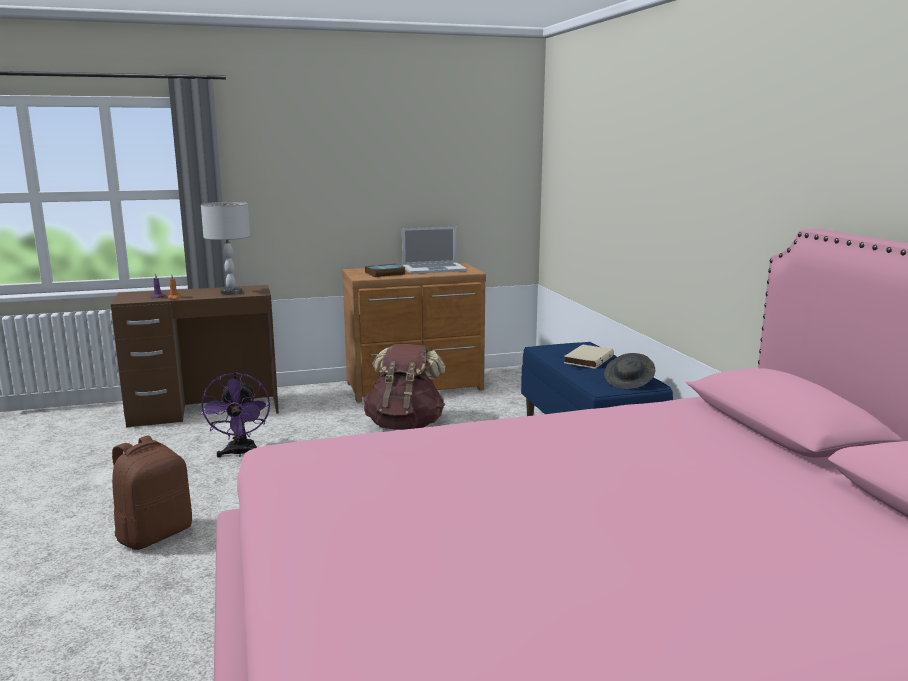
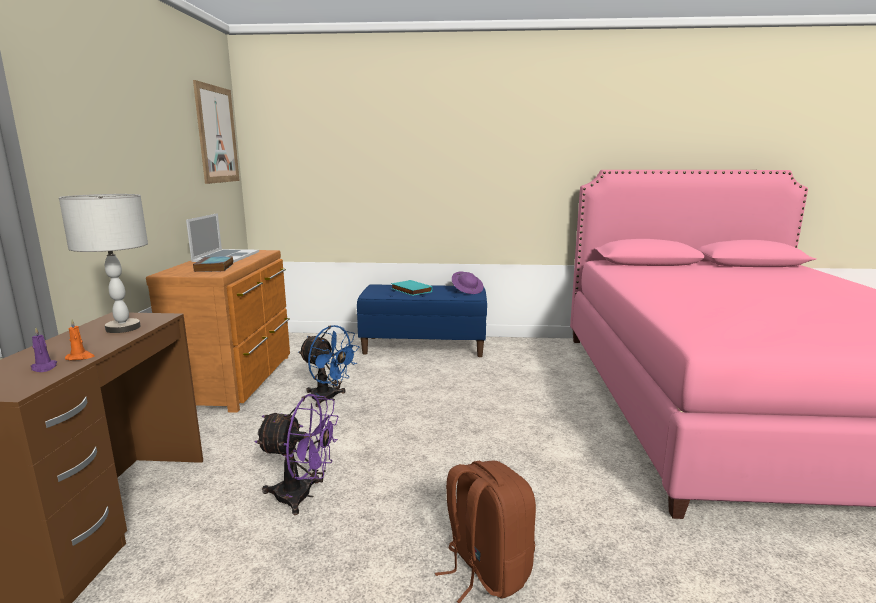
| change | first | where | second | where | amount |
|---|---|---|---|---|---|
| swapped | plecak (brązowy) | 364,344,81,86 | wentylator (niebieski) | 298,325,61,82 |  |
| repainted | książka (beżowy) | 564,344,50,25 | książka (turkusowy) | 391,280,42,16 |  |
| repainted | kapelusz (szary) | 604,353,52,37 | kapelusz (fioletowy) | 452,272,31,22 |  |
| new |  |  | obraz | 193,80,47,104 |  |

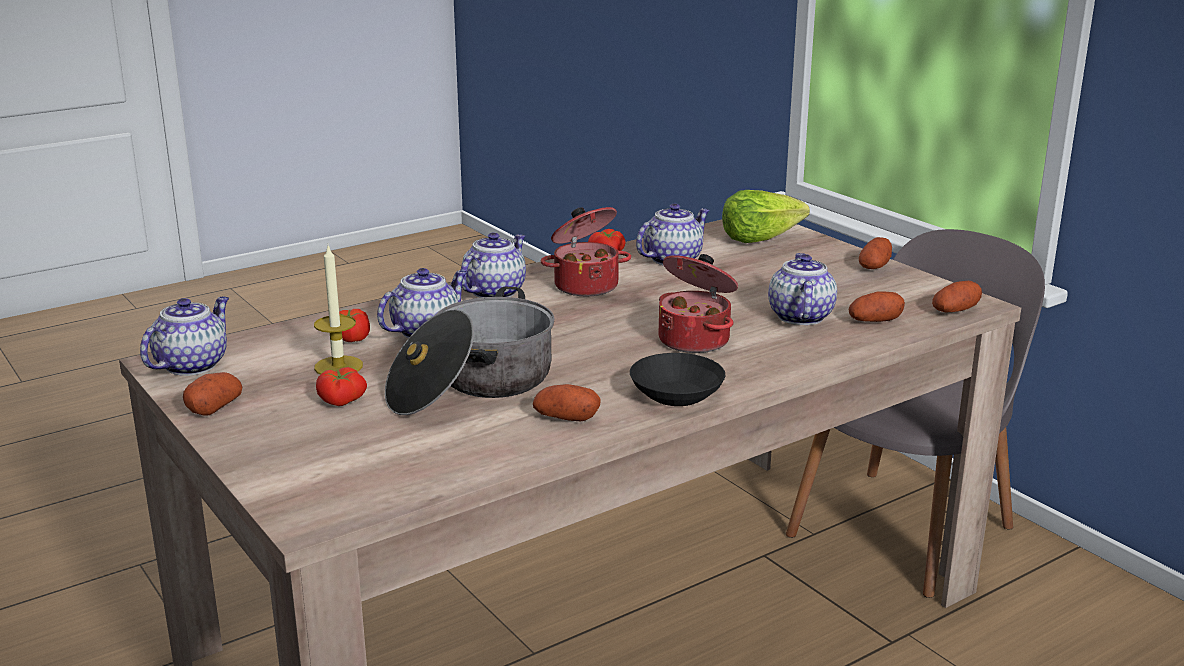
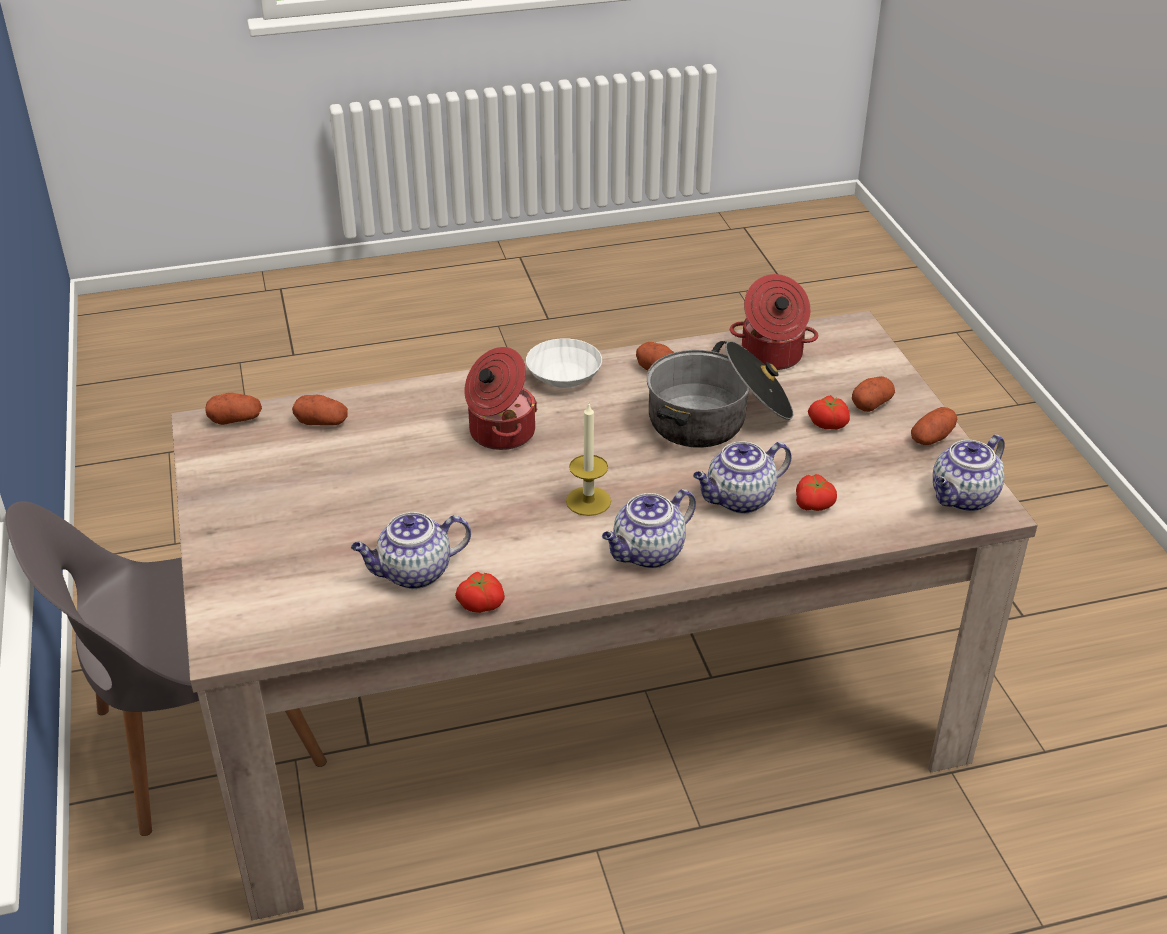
| change | first | where | second | where | amount |
|---|---|---|---|---|---|
| gone | sałata | 722,190,88,53 |  |  |  |
| shifted | garnek | 541,207,90,89 |  | 730,274,88,96 |  |
| shifted | ziemniak | 859,237,33,32 |  | 852,376,43,36 |  |
| shifted | świeca | 314,246,49,129 |  | 566,404,45,112 |  |
| gone | imbryk | 768,253,69,72 |  |  |  |
| repainted | miska (czarny) | 630,353,96,53 | miska (biały) | 526,338,76,50 |  |

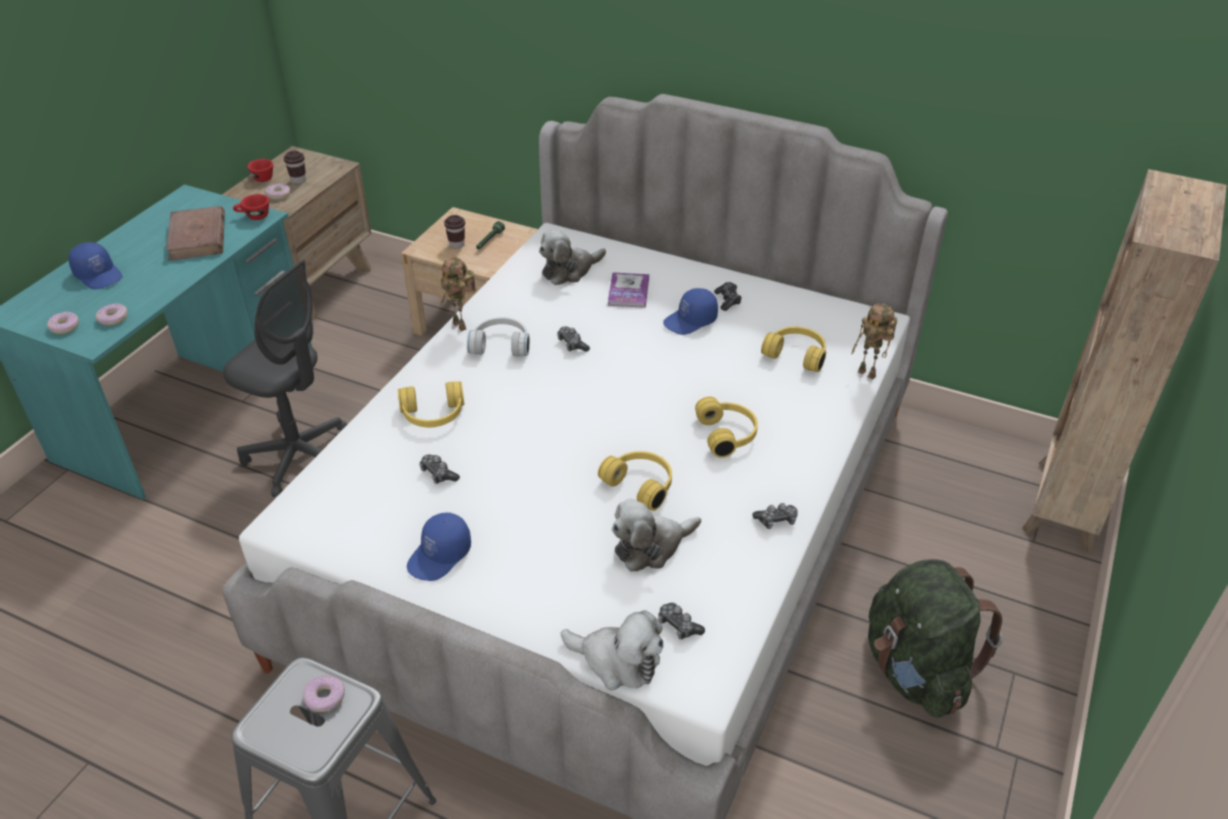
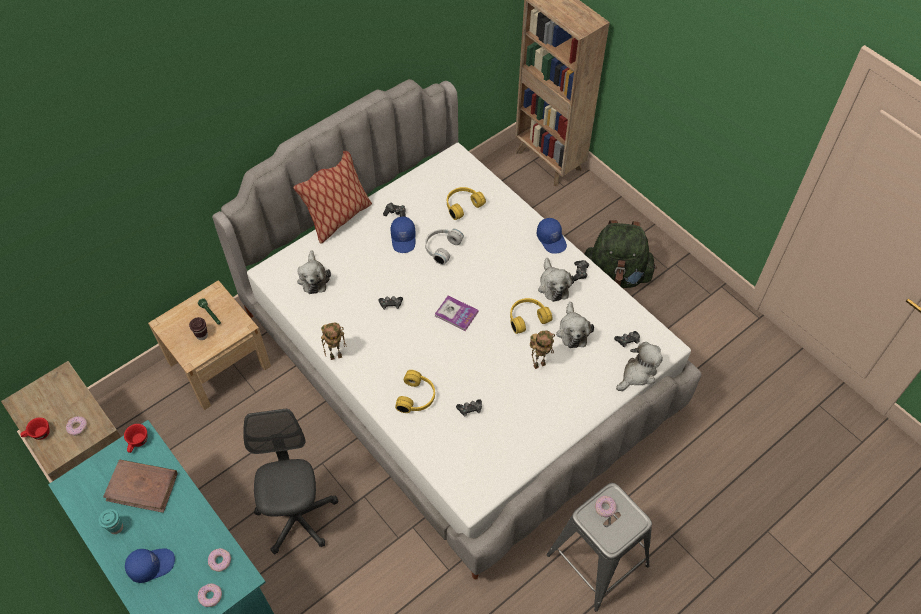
| change | first | where | second | where | amount |
|---|---|---|---|---|---|
| gone | filiżanka (brązowy) | 283,151,23,33 |  |  |  |
| rotated | krzesło biurowe (szary) | 223,260,125,237 |  | 243,409,95,145 | 60 degrees counterclockwise |
| shifted | książka | 608,272,41,36 |  | 435,296,44,35 |  |
| shifted | robot zabawkowy | 852,303,46,77 |  | 530,330,25,39 |  |
| shifted | słuchawki (biały) | 467,317,63,39 |  | 425,229,39,36 |  |
| gone | słuchawki (żółty) | 695,396,63,62 |  |  |  |
| shifted | czapka z daszkiem (niebieski) | 407,512,64,69 |  | 537,218,30,36 |  |
| new |  |  | poduszka | 293,151,79,93 |  |
| new |  |  | pluszak | 538,258,36,44 |  |
| new |  |  | filiżanka (turkusowy) | 99,509,24,25 |  |

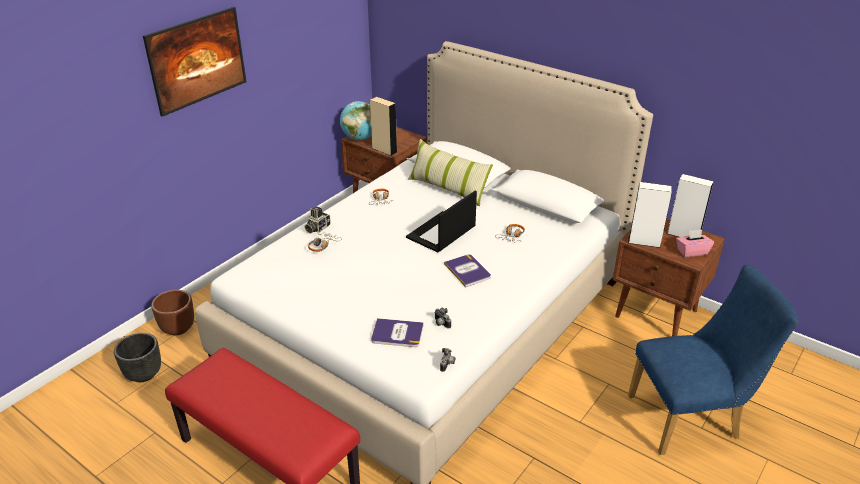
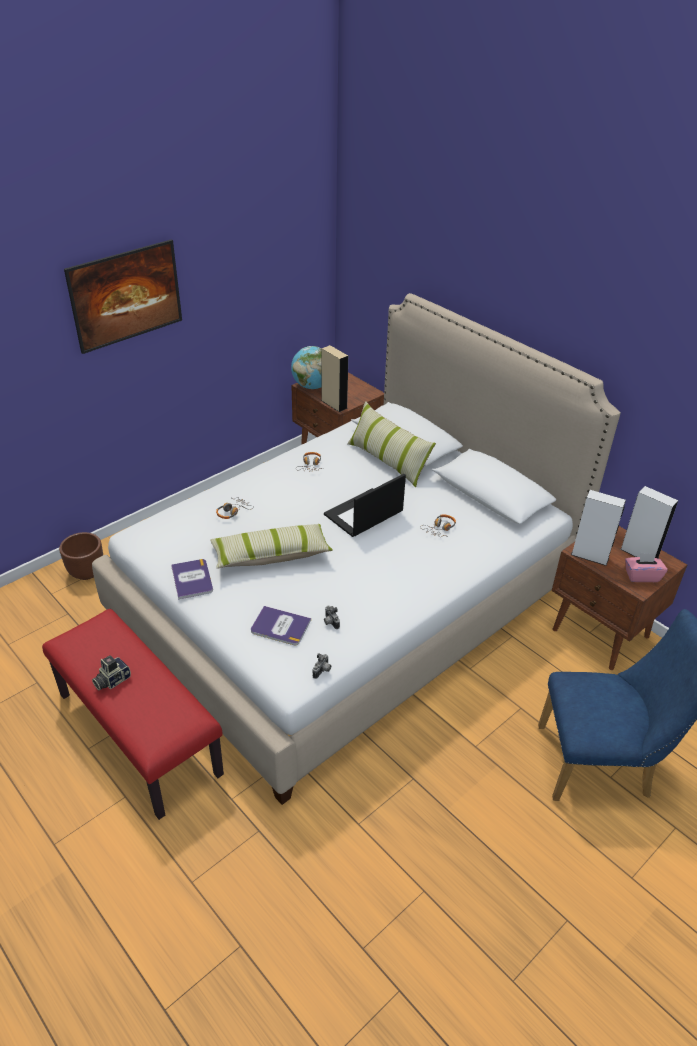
| change | first | where | second | where | amount |
|---|---|---|---|---|---|
| shifted | aparat fotograficzny | 304,206,27,28 |  | 92,655,39,36 |  |
| shifted | książka | 444,254,47,33 |  | 171,559,42,40 |  |
| gone | donica (czarny) | 114,333,47,49 |  |  |  |
| new |  |  | poduszka | 210,524,123,45 |  |

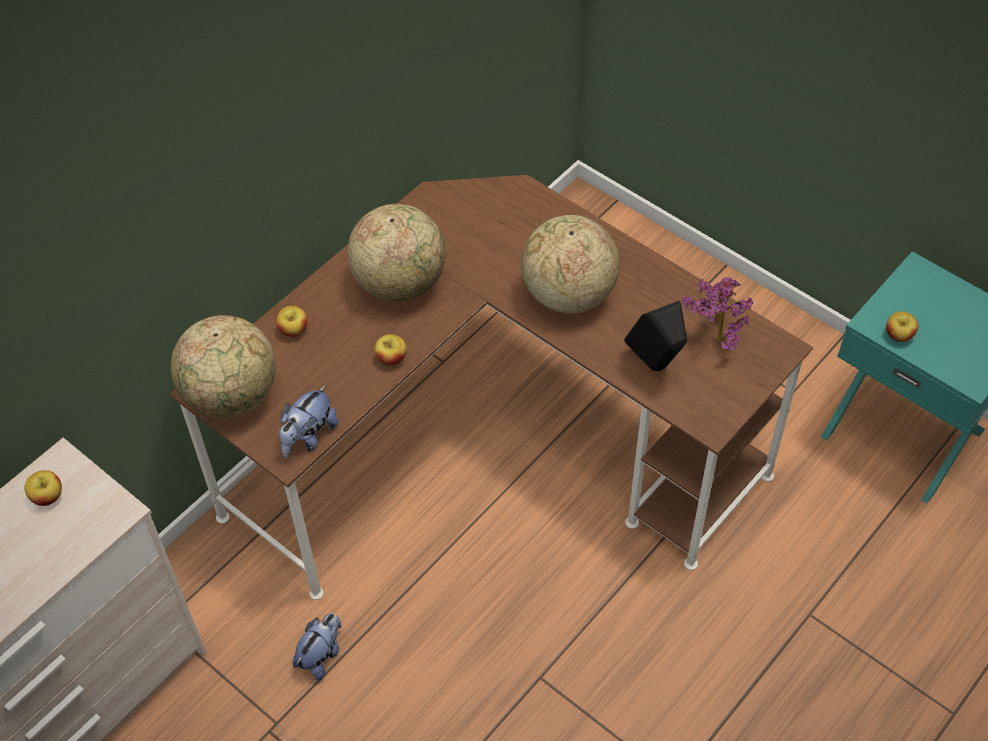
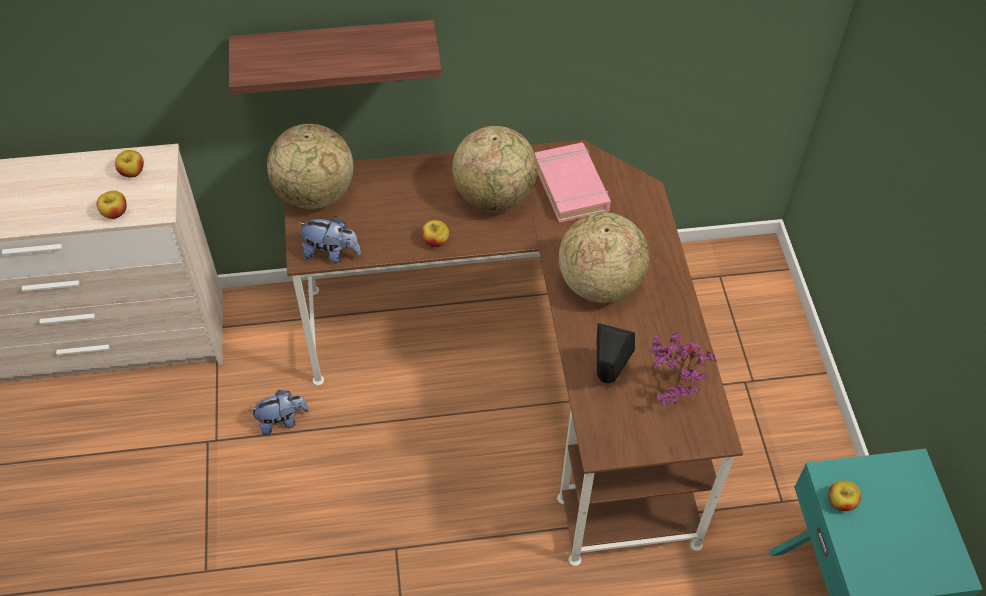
| change | first | where | second | where | amount |
|---|---|---|---|---|---|
| shifted | jabłko | 276,306,32,31 |  | 96,191,31,28 |  |
| rotated | pluszak | 279,385,59,73 |  | 298,216,63,47 | 150 degrees counterclockwise |
| new |  |  | półka | 229,20,213,75 |  |
| new |  |  | książka (różowy) | 535,143,76,80 |  |

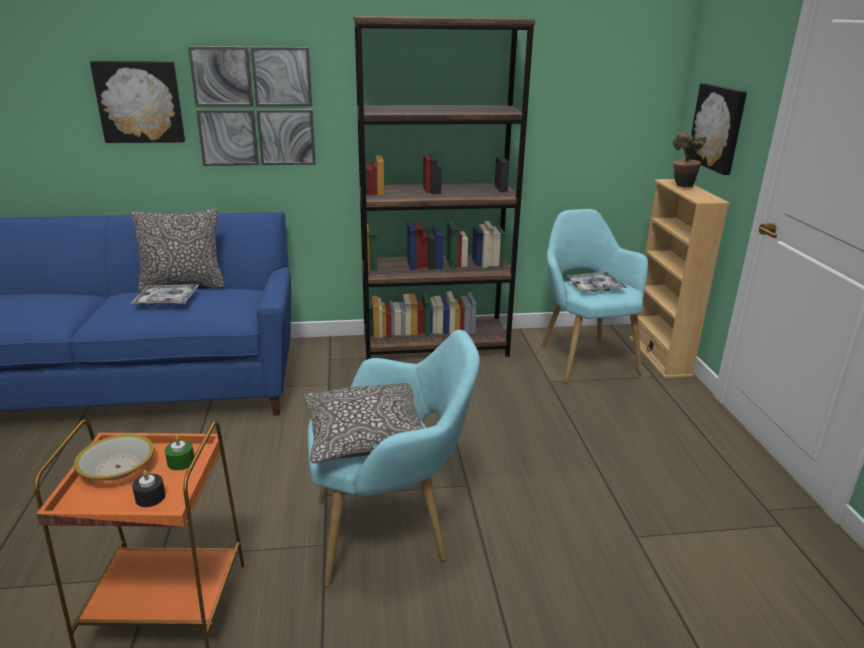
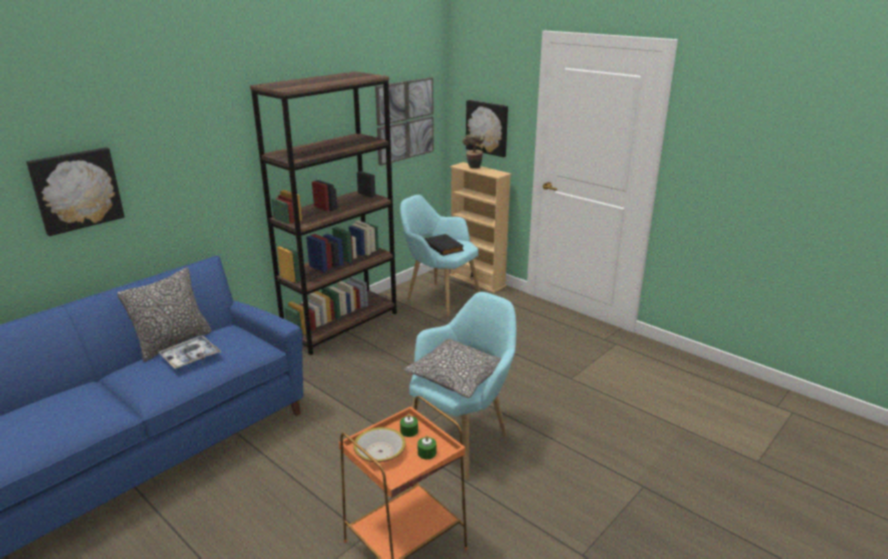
| change | first | where | second | where | amount |
|---|---|---|---|---|---|
| shifted | obraz | 188,46,128,120 |  | 375,77,59,89 |  |
| swapped | taca | 567,272,60,20 | książka (czarny) | 425,234,39,22 |  |
| repainted | świeca (czarny) | 132,470,33,37 | świeca (zielony) | 417,435,19,24 |  |

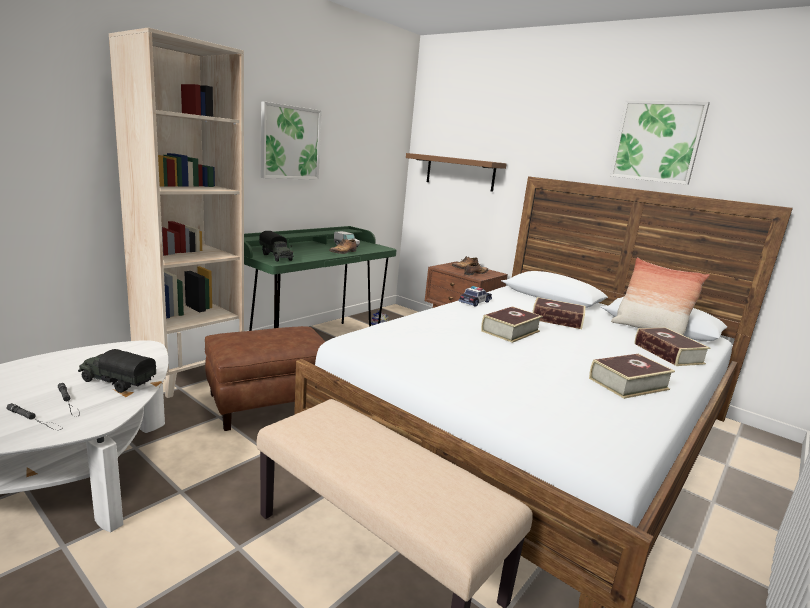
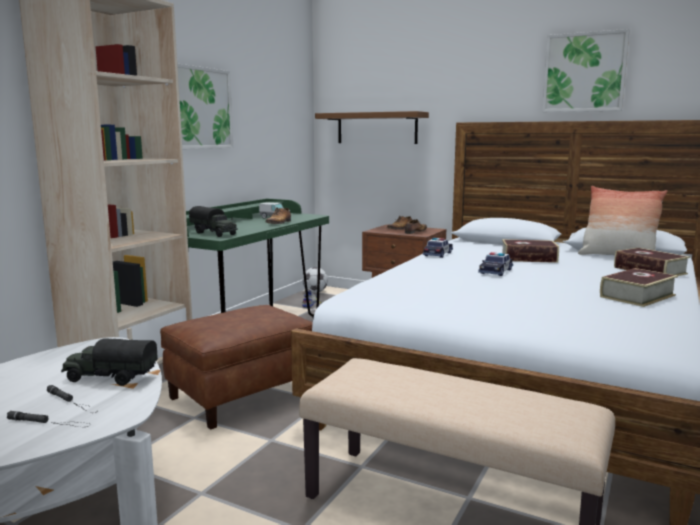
| change | first | where | second | where | amount |
|---|---|---|---|---|---|
| swapped | książka | 481,307,62,36 | samochodzik | 478,252,35,24 |  |
| new |  |  | piłka futbolowa | 302,267,26,26 |  |

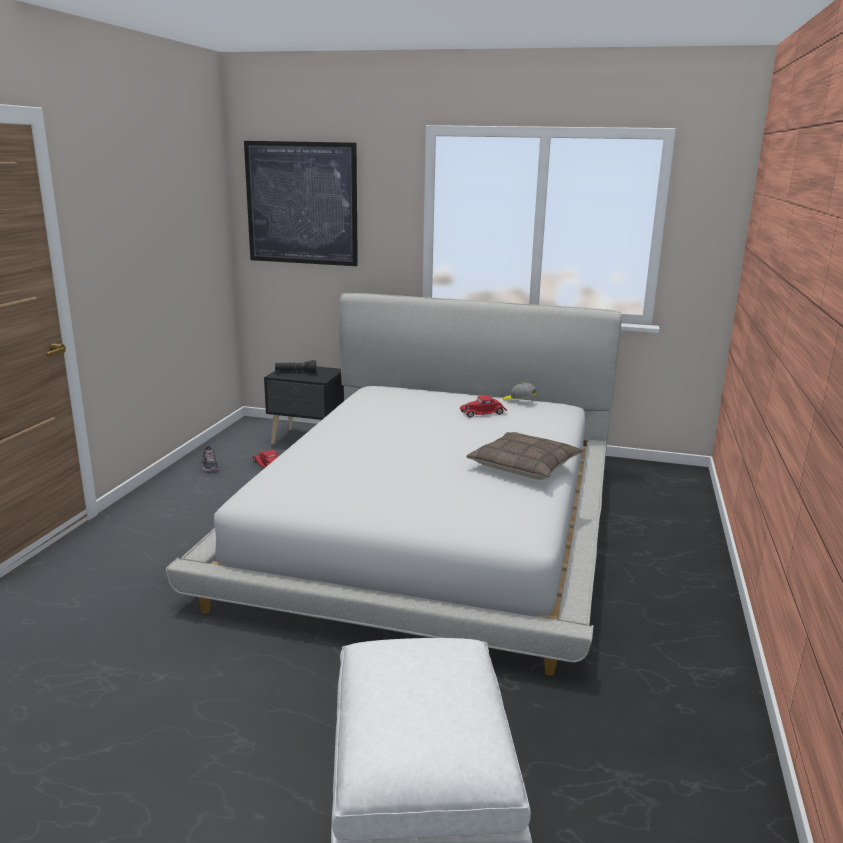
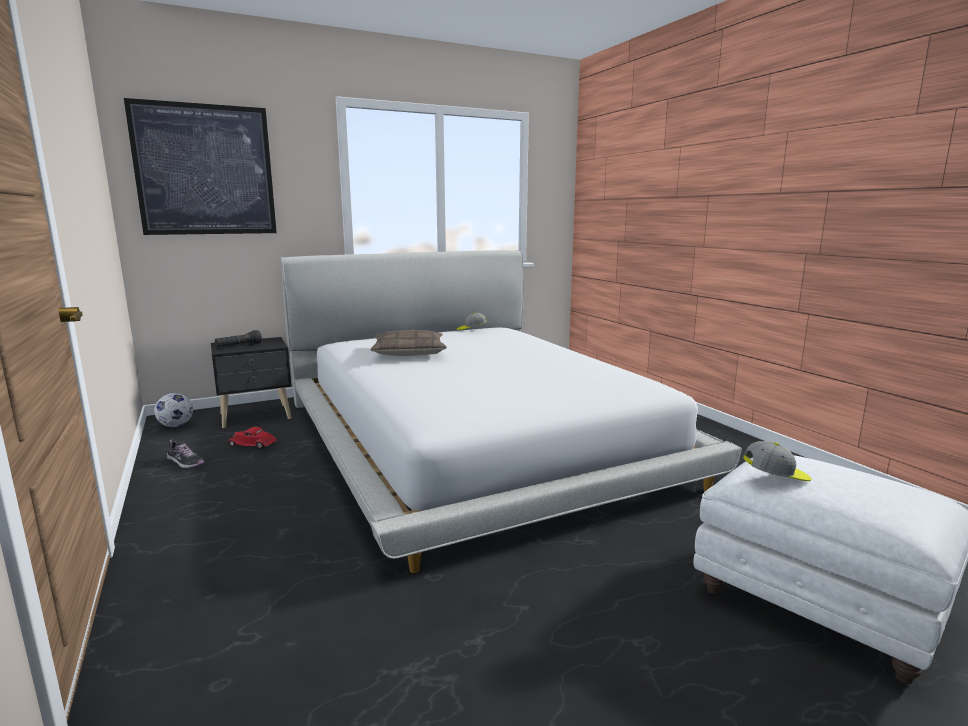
| change | first | where | second | where | amount |
|---|---|---|---|---|---|
| gone | samochodzik (czerwony) | 460,395,47,23 |  |  |  |
| shifted | poduszka | 467,432,117,48 |  | 370,330,77,26 |  |
| new |  |  | piłka futbolowa | 154,393,39,34 |  |
| new |  |  | czapka z daszkiem | 743,441,69,40 |  |

